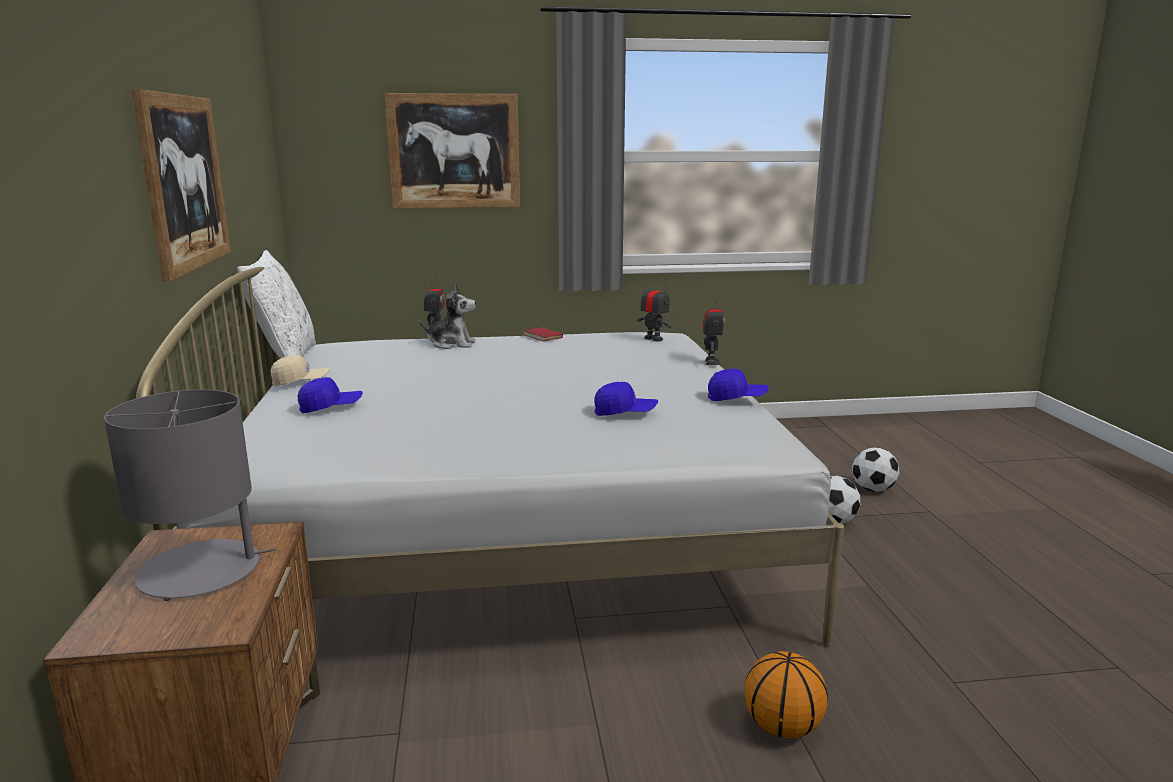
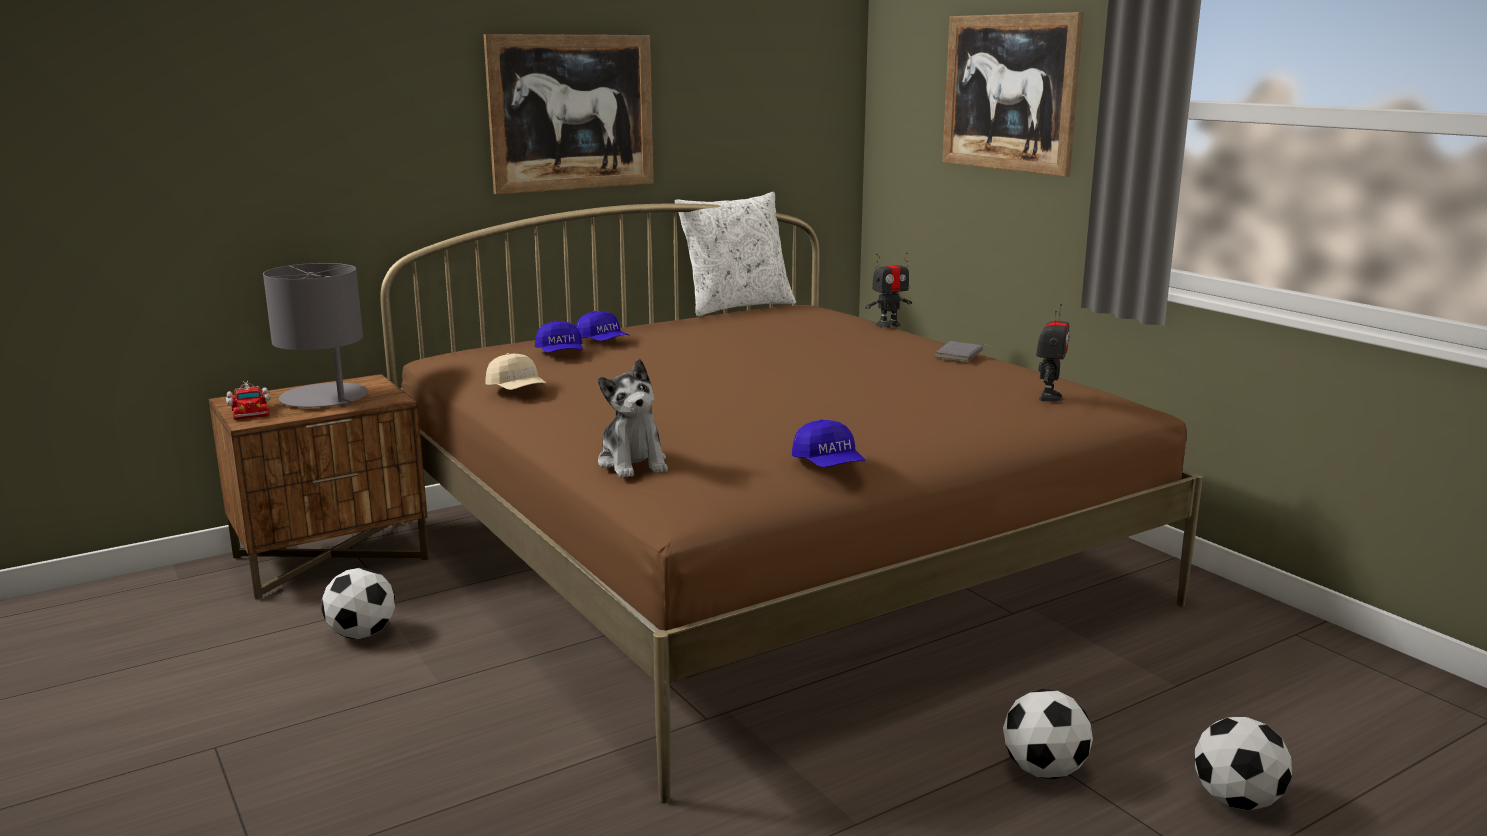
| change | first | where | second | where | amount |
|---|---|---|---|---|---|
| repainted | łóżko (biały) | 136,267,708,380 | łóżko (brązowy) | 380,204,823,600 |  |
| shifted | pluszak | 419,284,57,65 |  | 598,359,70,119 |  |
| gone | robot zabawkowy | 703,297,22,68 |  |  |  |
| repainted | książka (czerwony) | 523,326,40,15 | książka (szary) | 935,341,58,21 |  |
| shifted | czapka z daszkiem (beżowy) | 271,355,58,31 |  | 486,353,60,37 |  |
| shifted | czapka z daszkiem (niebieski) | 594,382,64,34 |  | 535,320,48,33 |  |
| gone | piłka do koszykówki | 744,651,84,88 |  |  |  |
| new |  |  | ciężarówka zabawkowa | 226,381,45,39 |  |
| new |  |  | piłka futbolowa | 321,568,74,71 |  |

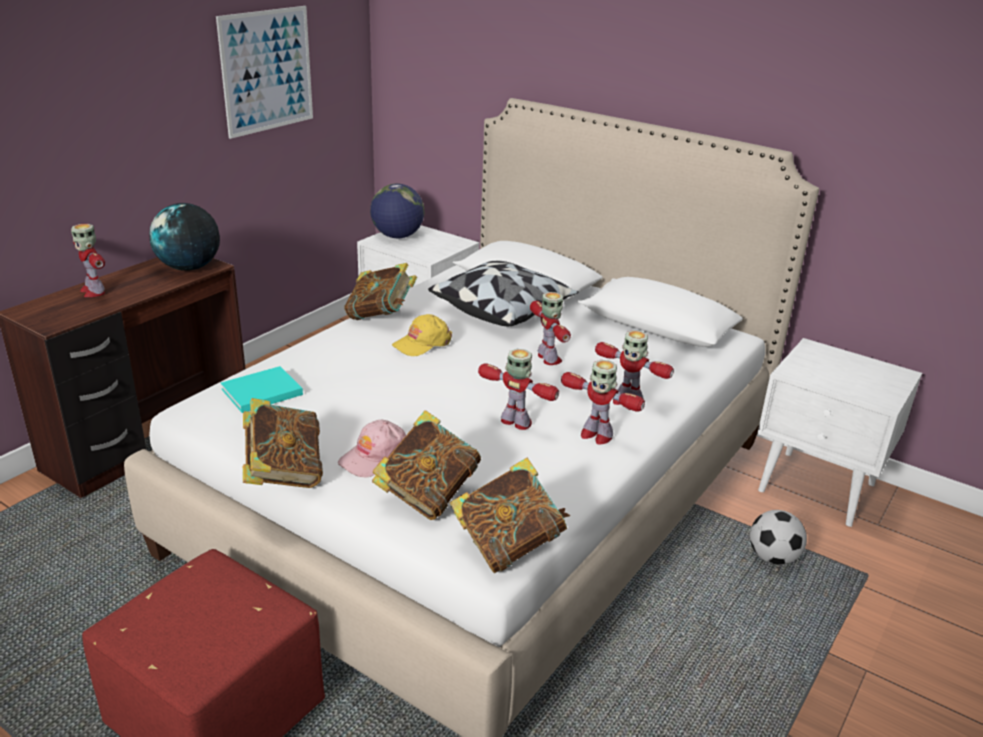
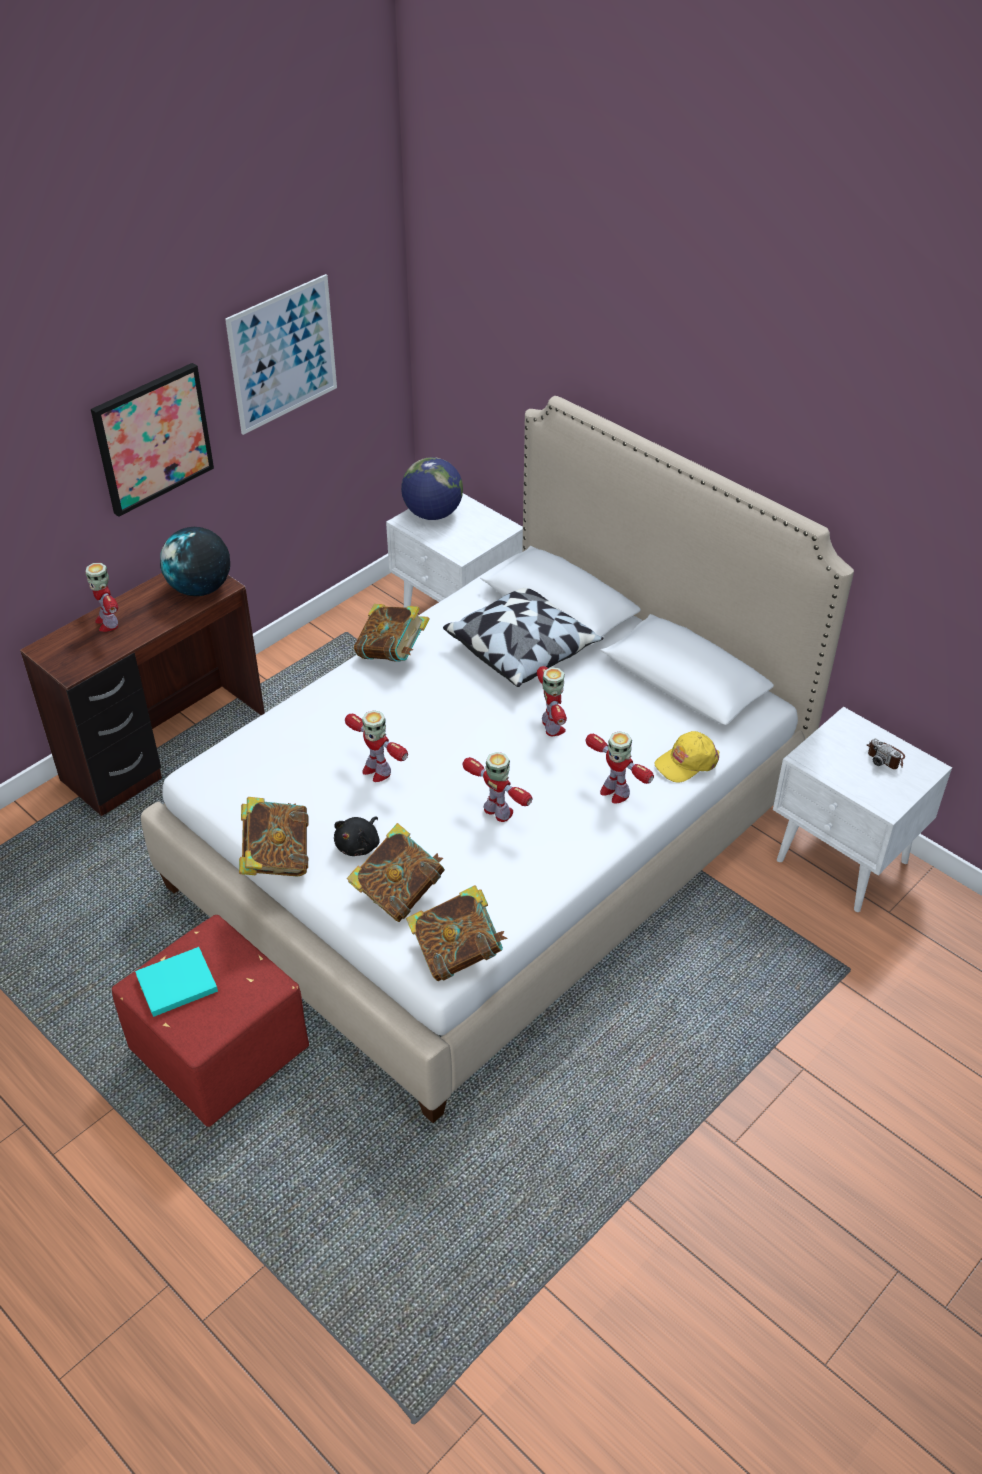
| change | first | where | second | where | amount |
|---|---|---|---|---|---|
| shifted | czapka z daszkiem (żółty) | 392,314,60,42 |  | 654,731,65,52 |  |
| shifted | robot zabawkowy | 561,360,84,85 |  | 345,710,63,72 |  |
| shifted | książka (turkusowy) | 221,366,82,47 |  | 135,947,83,70 |  |
| swapped | czapka z daszkiem (różowy) | 338,420,68,57 | pluszak (czarny) | 334,816,46,40 |  |
| gone | piłka futbolowa | 750,510,57,55 |  |  |  |
| new |  |  | obraz | 91,363,123,154 |  |
| new |  |  | aparat fotograficzny | 867,739,38,30 |  |

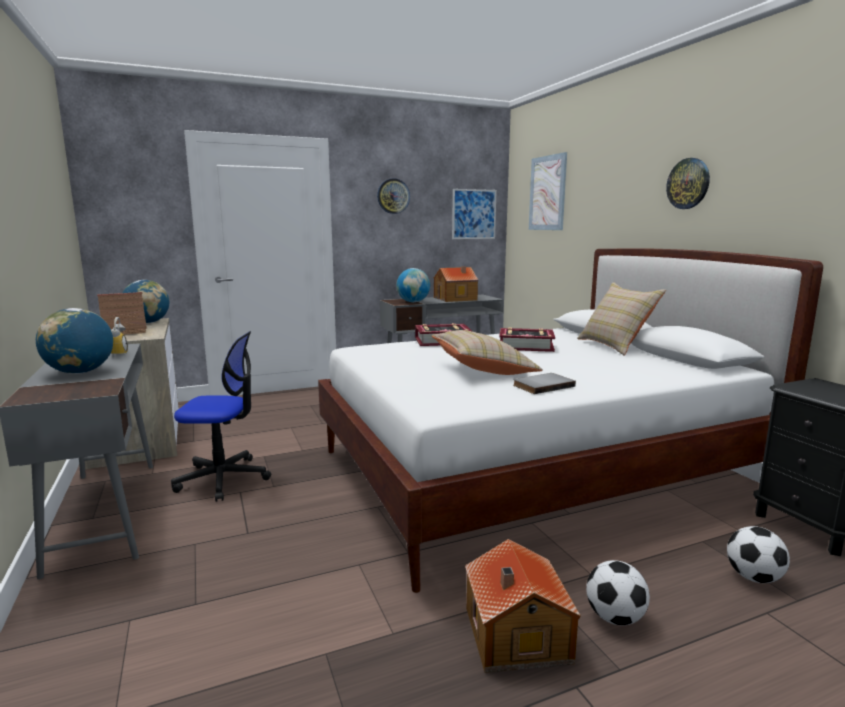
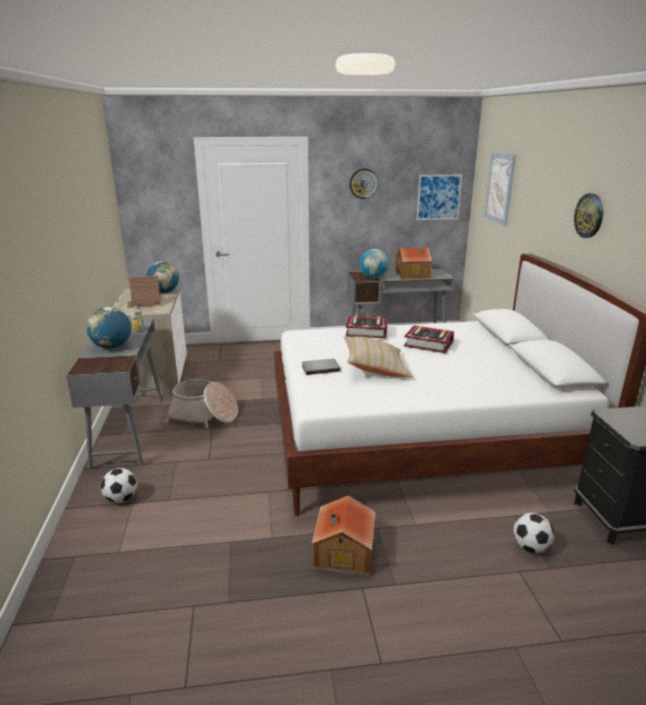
| change | first | where | second | where | amount |
|---|---|---|---|---|---|
| gone | poduszka (beżowy) | 577,282,89,73 |  |  |  |
| swapped | krzesło biurowe | 171,331,100,171 | koszyk | 165,379,73,49 |  |
| shifted | książka (szary) | 513,373,63,21 |  | 302,359,39,16 |  |
| shifted | piłka futbolowa | 586,560,64,66 |  | 101,468,36,35 |  |

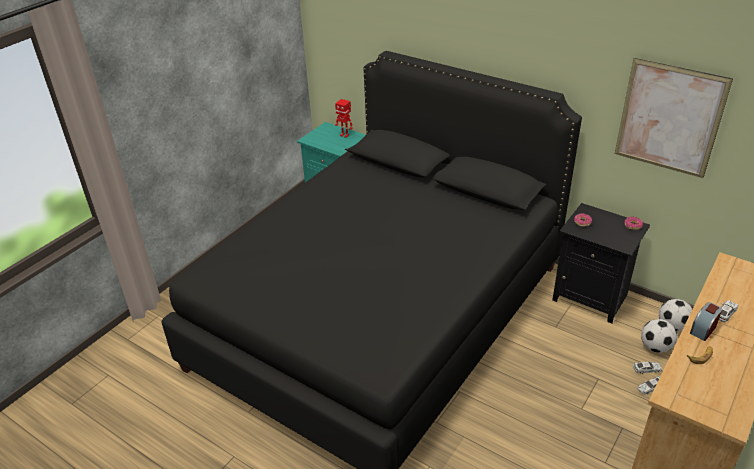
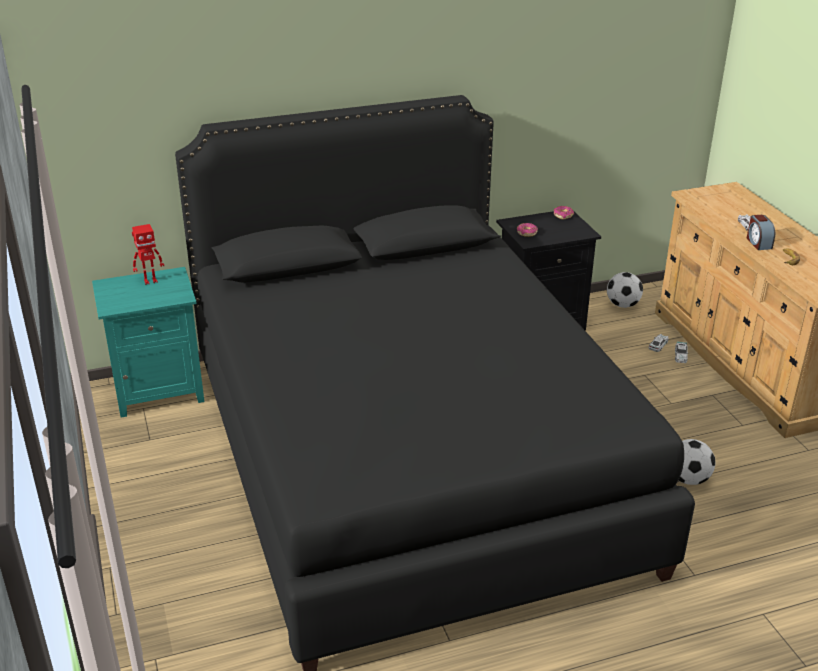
| change | first | where | second | where | amount |
|---|---|---|---|---|---|
| gone | obraz | 615,58,118,120 |  |  |  |
| shifted | piłka futbolowa | 641,319,36,34 |  | 678,439,37,46 |  |

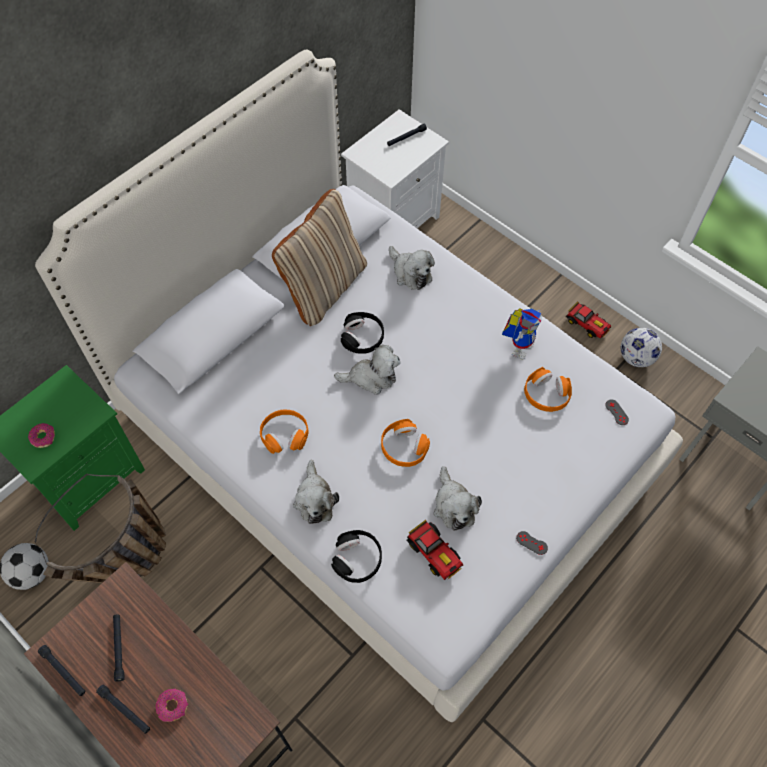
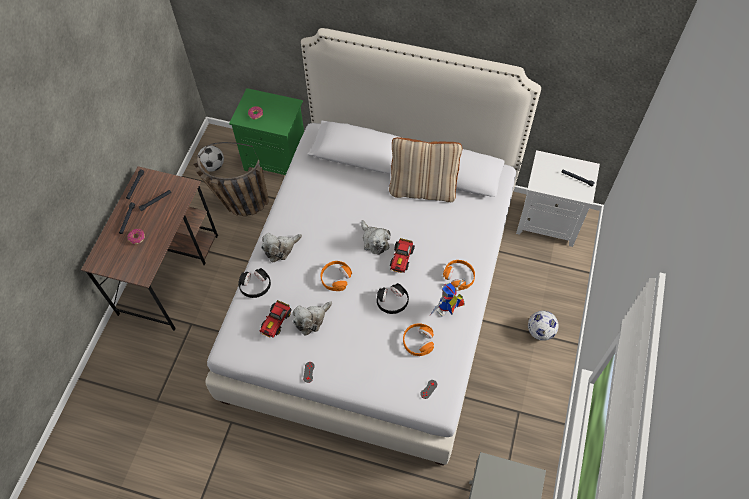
| change | first | where | second | where | amount |
|---|---|---|---|---|---|
| gone | pluszak | 389,246,46,44 |  |  |  |
| shifted | samochodzik | 566,302,45,36 |  | 390,238,25,35 |  |
| rotated | robot zabawkowy | 502,308,40,52 |  | 430,279,35,38 | 135 degrees clockwise |
| shifted | słuchawki (czarny) | 341,312,43,42 |  | 377,283,32,31 |  |
| shifted | piłka futbolowa | 621,328,41,39 |  | 528,311,31,30 |  |
| shifted | słuchawki (pomarańczowy) | 260,410,48,44 |  | 443,260,32,31 |  |

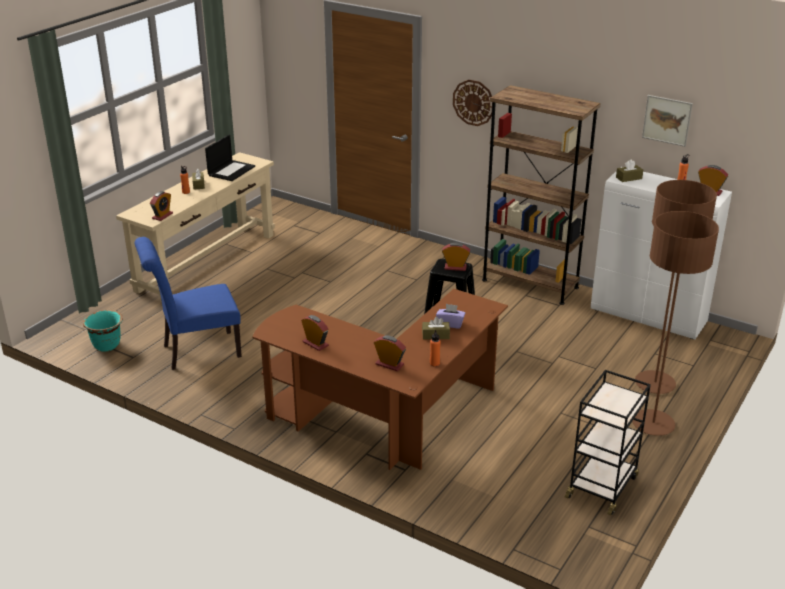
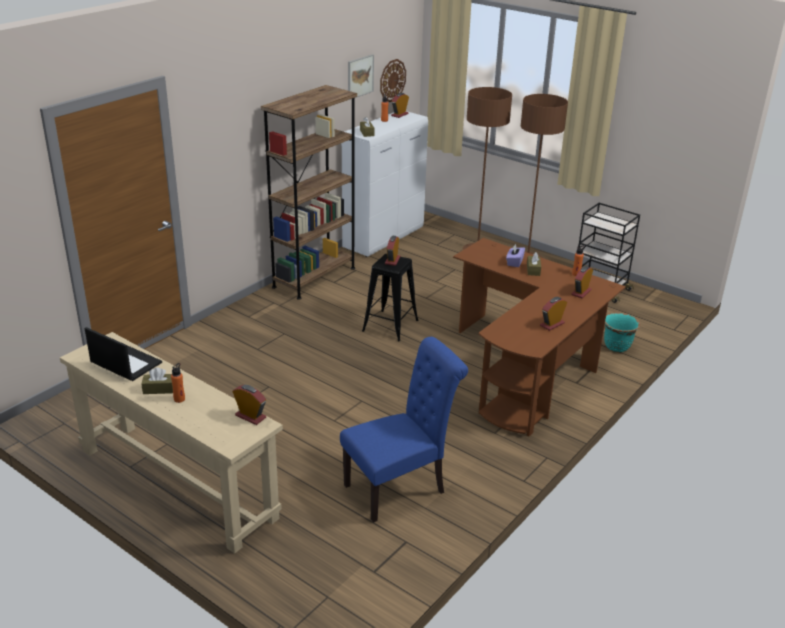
| change | first | where | second | where | amount |
|---|---|---|---|---|---|
| shifted | zegar ścienny | 453,80,39,46 |  | 380,59,26,43 |  |
| rotated | krzesło (niebieski) | 135,237,107,133 |  | 340,337,128,186 | 105 degrees counterclockwise |
| shifted | donica (turkusowy) | 83,310,40,41 |  | 604,312,36,40 |  |

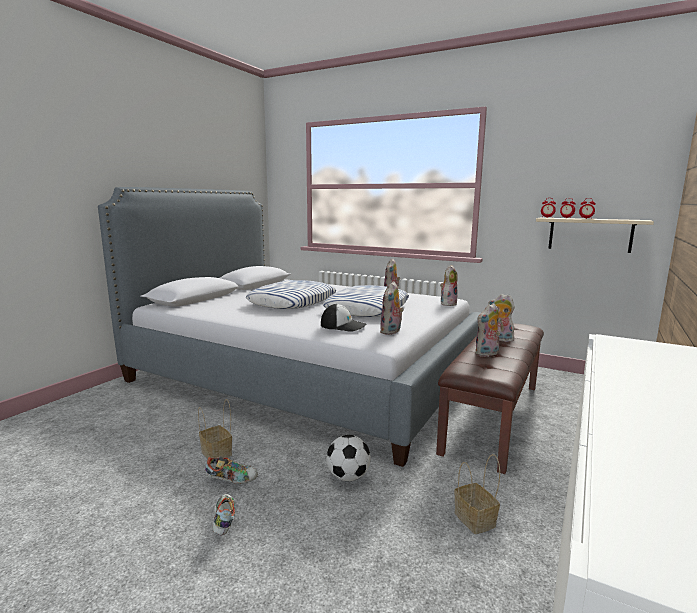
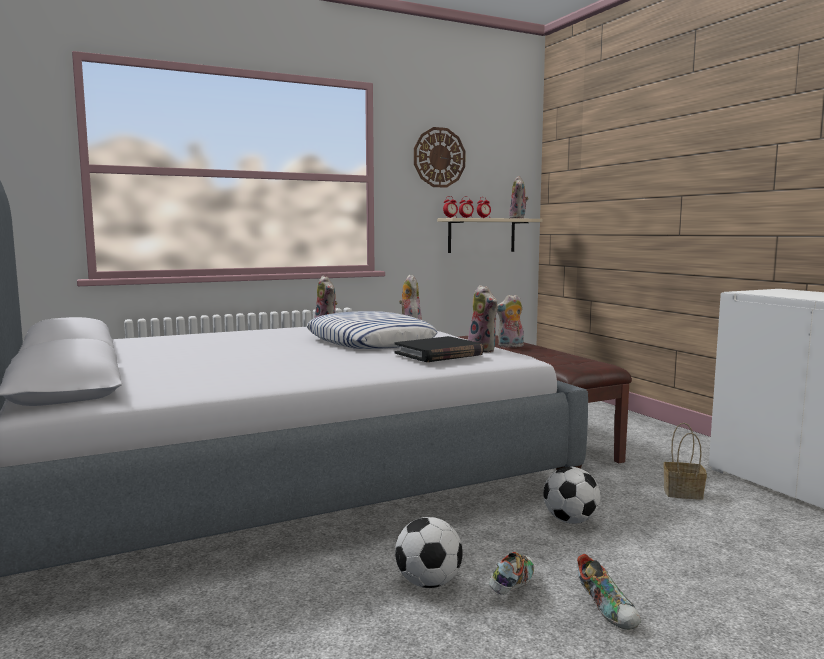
| change | first | where | second | where | amount |
|---|---|---|---|---|---|
| gone | poduszka | 246,280,90,29 |  |  |  |
| shifted | pluszak | 475,303,25,54 |  | 509,176,19,42 |  |
| swapped | czapka z daszkiem | 321,304,46,28 | książka (czarny) | 394,336,90,26 |  |
| swapped | koszyk | 198,399,34,60 | piłka futbolowa | 395,517,68,71 |  |
| rotated | but | 212,494,23,41 |  | 577,554,64,76 | 135 degrees counterclockwise |
| new |  |  | zegar ścienny | 414,127,51,61 |  |

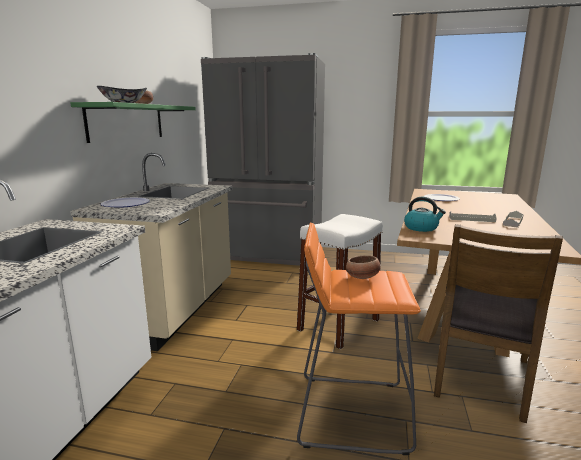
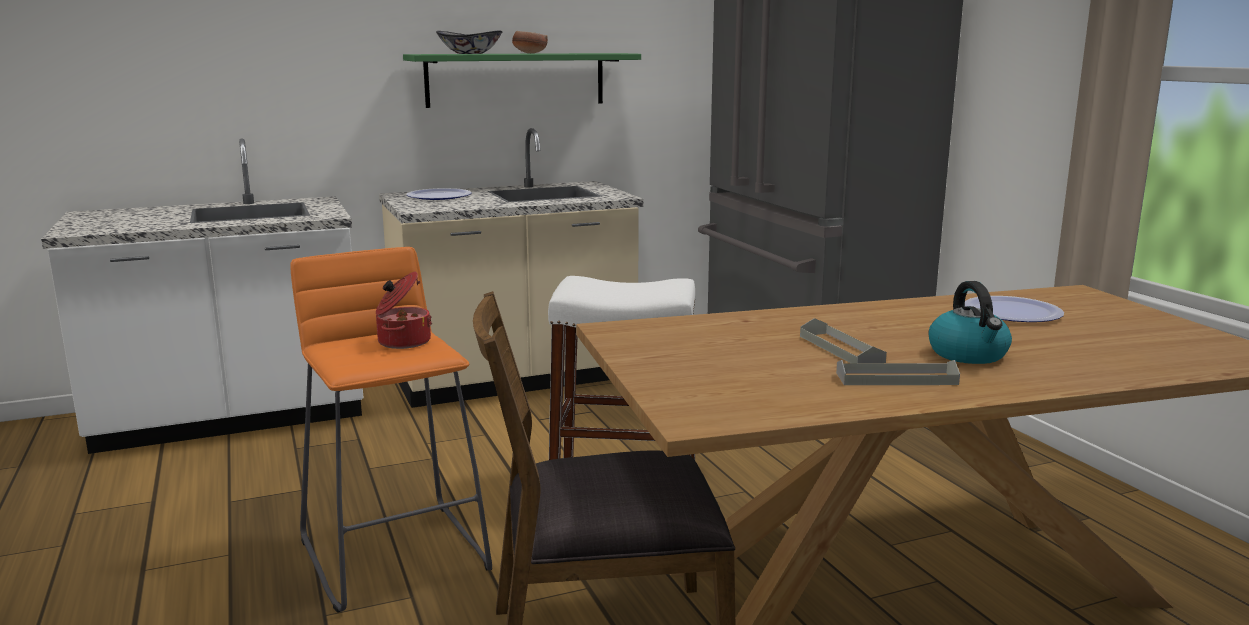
| change | first | where | second | where | amount |
|---|---|---|---|---|---|
| shifted | czajnik | 404,197,42,35 |  | 929,281,83,83 |  |
| swapped | miska | 346,255,35,24 | garnek | 376,272,56,77 |  |

